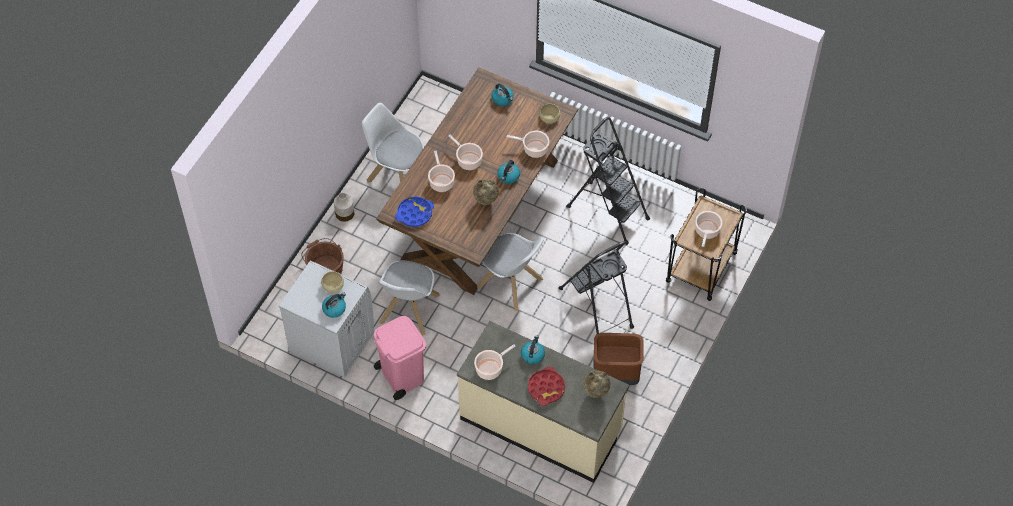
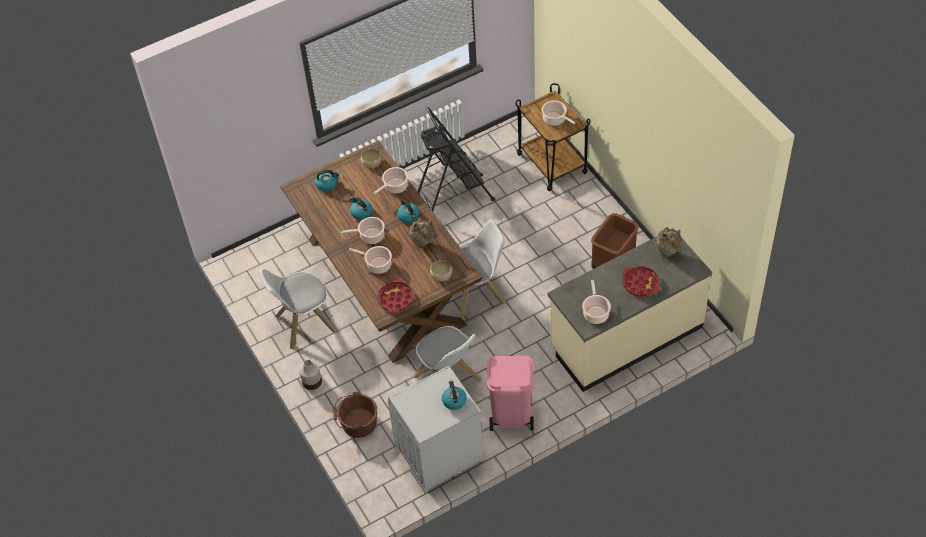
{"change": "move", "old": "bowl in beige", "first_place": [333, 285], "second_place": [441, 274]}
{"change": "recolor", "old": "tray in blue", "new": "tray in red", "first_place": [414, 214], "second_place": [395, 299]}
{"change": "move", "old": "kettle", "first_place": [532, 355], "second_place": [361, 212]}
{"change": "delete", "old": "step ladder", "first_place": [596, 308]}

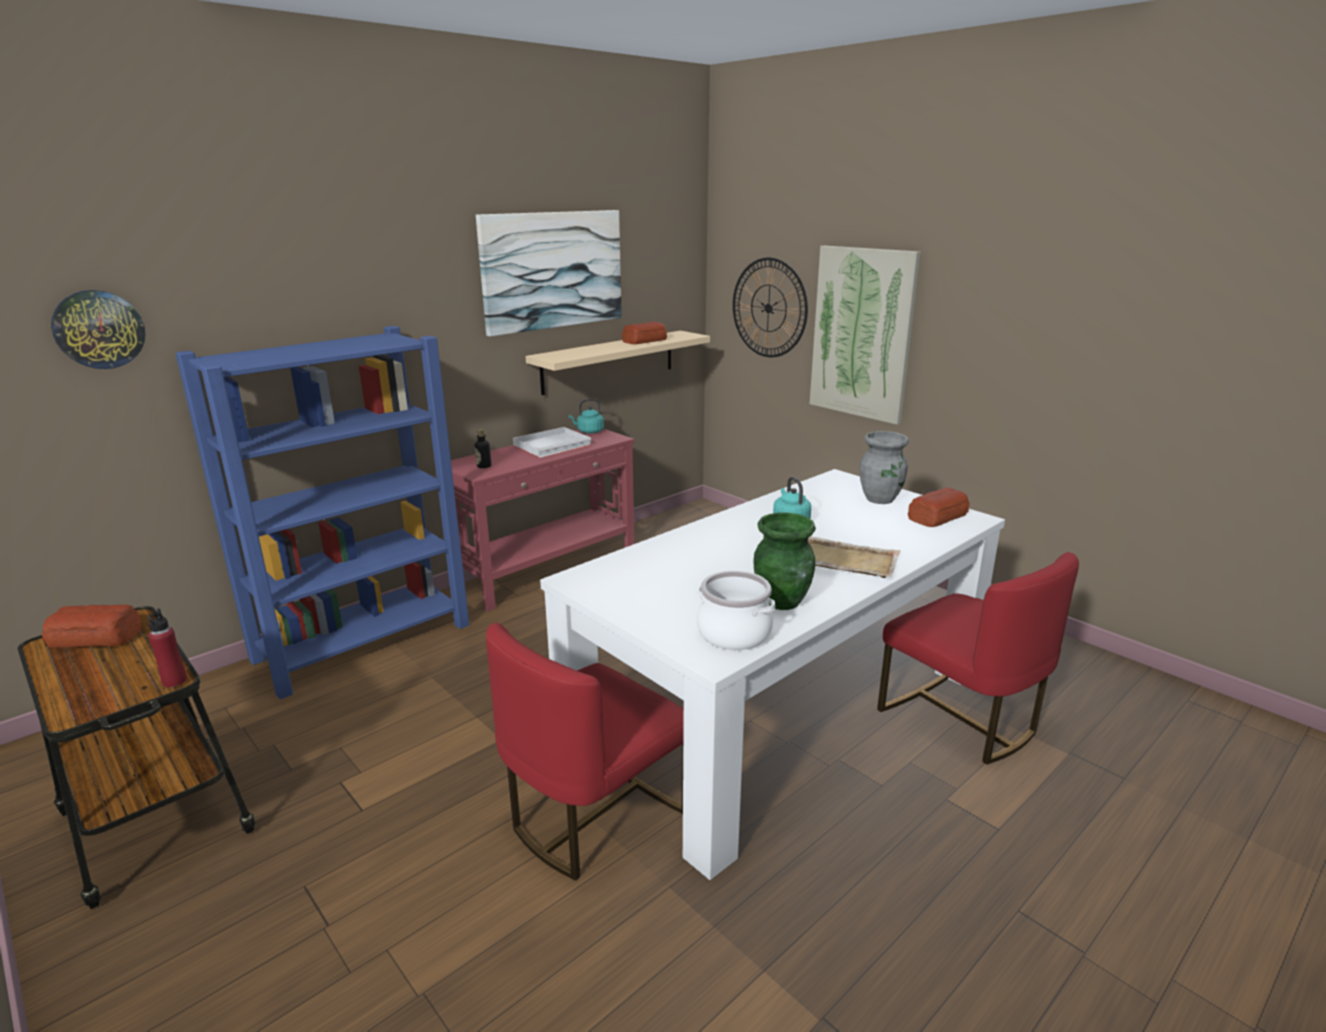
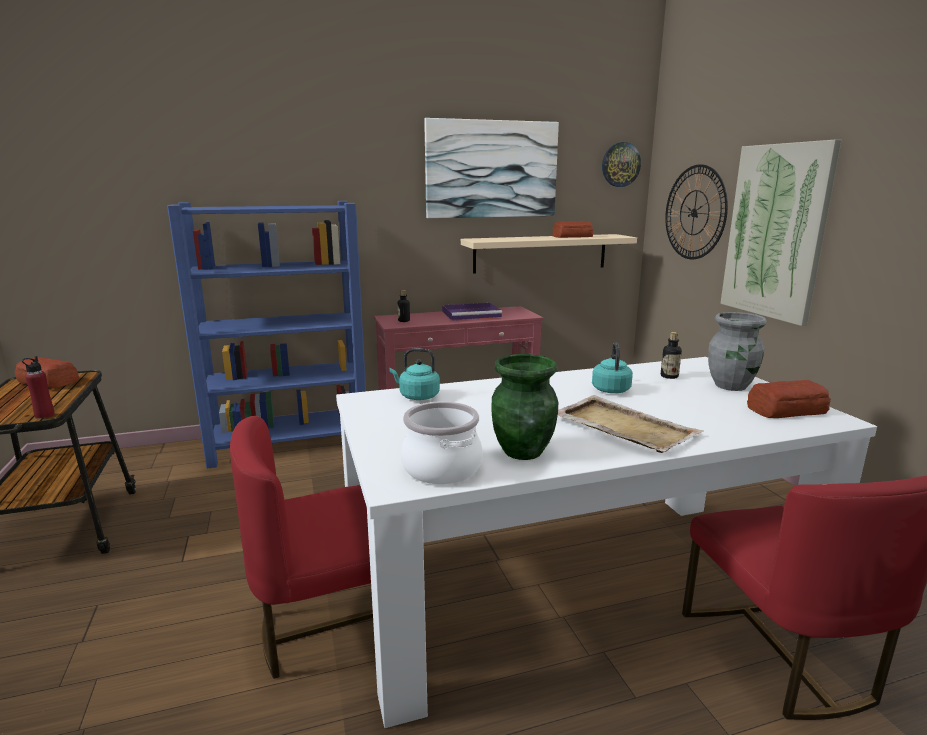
{"change": "move", "old": "wall clock", "first_place": [99, 329], "second_place": [620, 164]}
{"change": "recolor", "old": "tray in white", "new": "tray in purple", "first_place": [553, 445], "second_place": [472, 314]}
{"change": "move", "old": "kettle in turquoise", "first_place": [589, 431], "second_place": [417, 396]}
{"change": "insert", "new": "bottle", "second_place": [669, 376]}

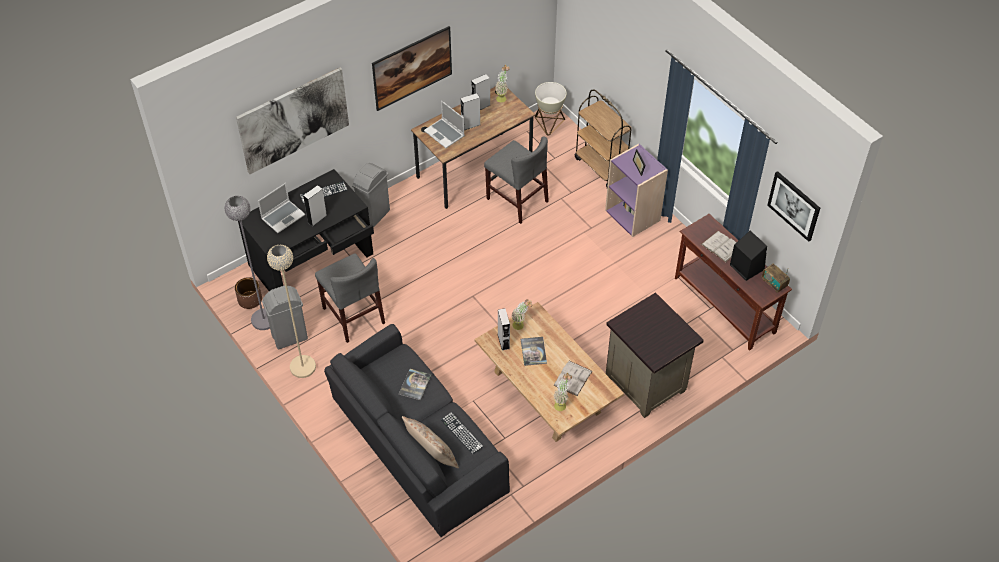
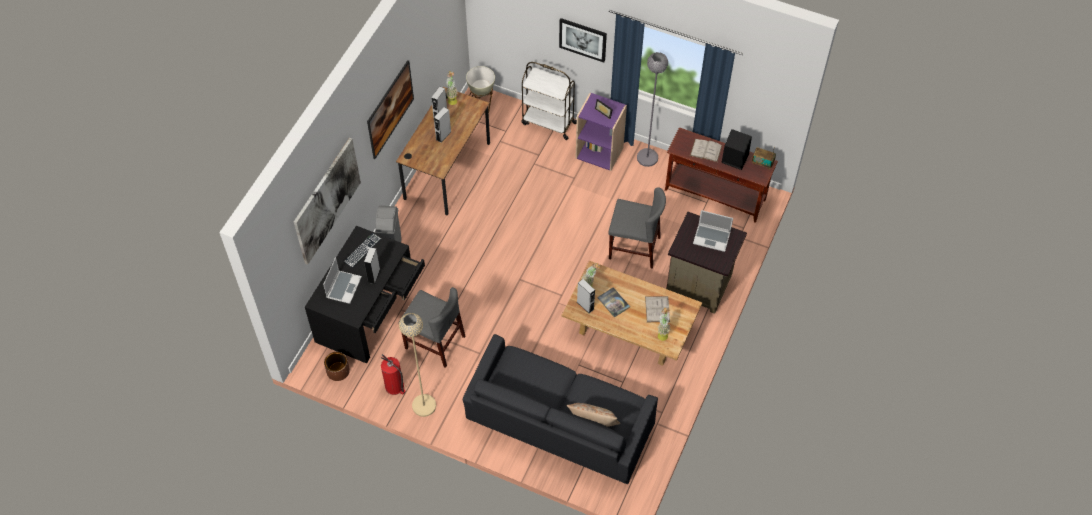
{"change": "move", "old": "floor lamp in grey", "first_place": [264, 320], "second_place": [647, 158]}
{"change": "replace", "old": "trash can in grey", "new": "fire extinguisher", "first_place": [289, 337], "second_place": [395, 387]}
{"change": "delete", "old": "book", "first_place": [415, 384]}
{"change": "move", "old": "laptop", "first_place": [445, 134], "second_place": [712, 238]}
{"change": "delete", "old": "keyboard", "first_place": [462, 433]}
{"change": "move", "old": "chair in grey", "first_place": [517, 200], "second_place": [634, 248]}
{"change": "recolor", "old": "cart in brown", "new": "cart in white", "first_place": [601, 168], "second_place": [548, 123]}
{"change": "move", "old": "picture", "first_place": [794, 205], "second_place": [583, 39]}

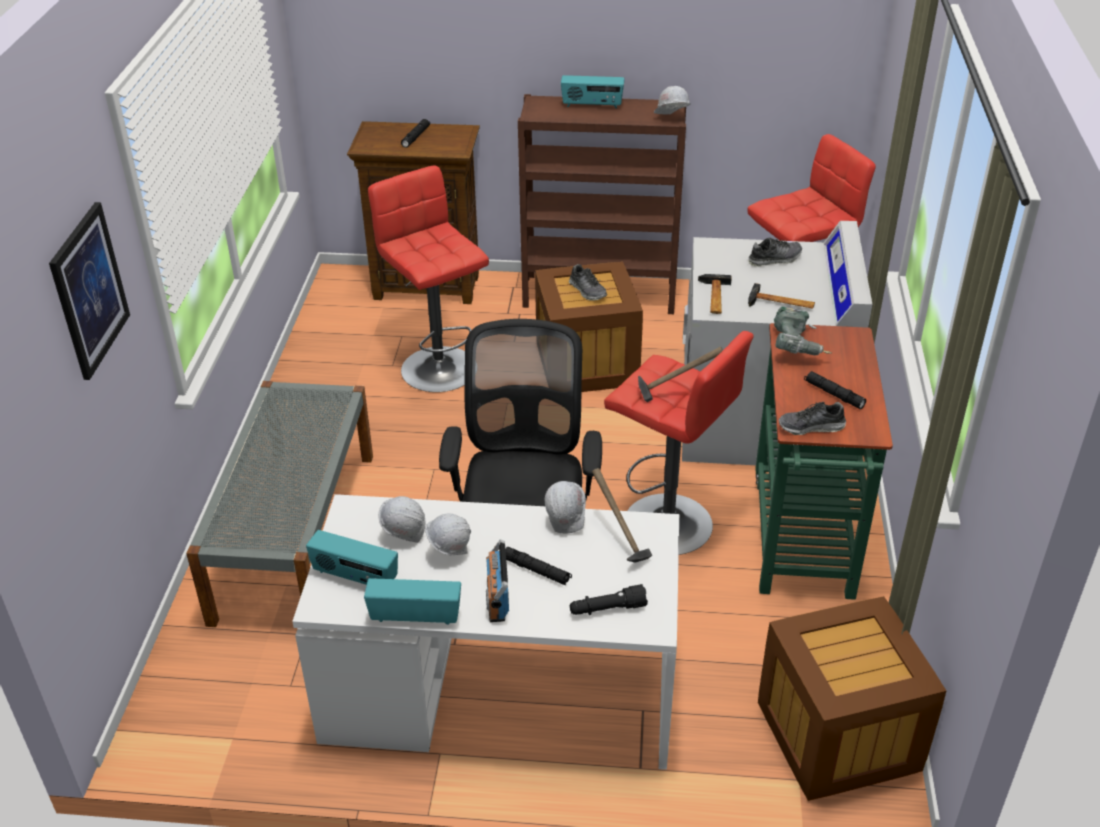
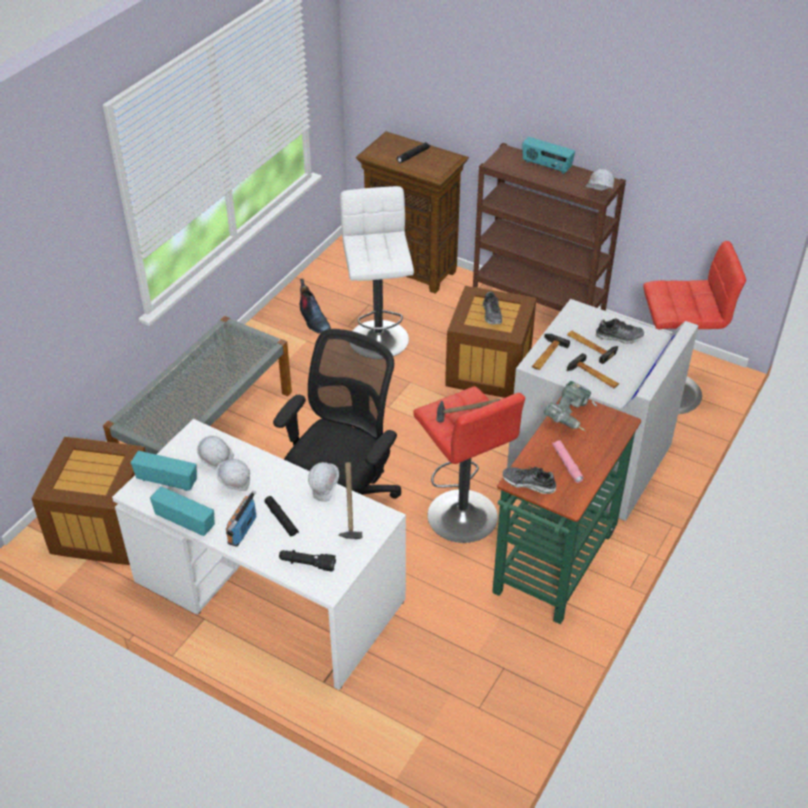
{"change": "delete", "old": "picture", "first_place": [89, 290]}
{"change": "rotate", "old": "radio", "first_place": [355, 577], "second_place": [167, 481], "degrees": 150}
{"change": "recolor", "old": "stool in red", "new": "stool in white", "first_place": [439, 368], "second_place": [379, 339]}
{"change": "move", "old": "crate", "first_place": [838, 736], "second_place": [104, 528]}
{"change": "recolor", "old": "flashlight in black", "new": "flashlight in pink", "first_place": [834, 394], "second_place": [567, 464]}
{"change": "insert", "new": "boot", "second_place": [313, 320]}
{"change": "insert", "new": "hammer", "second_place": [590, 346]}

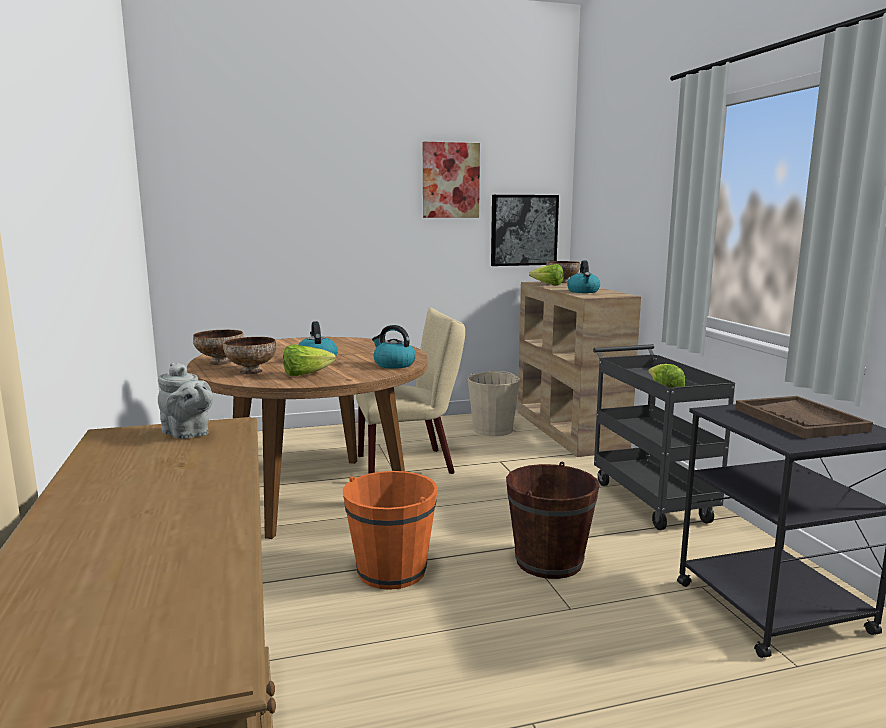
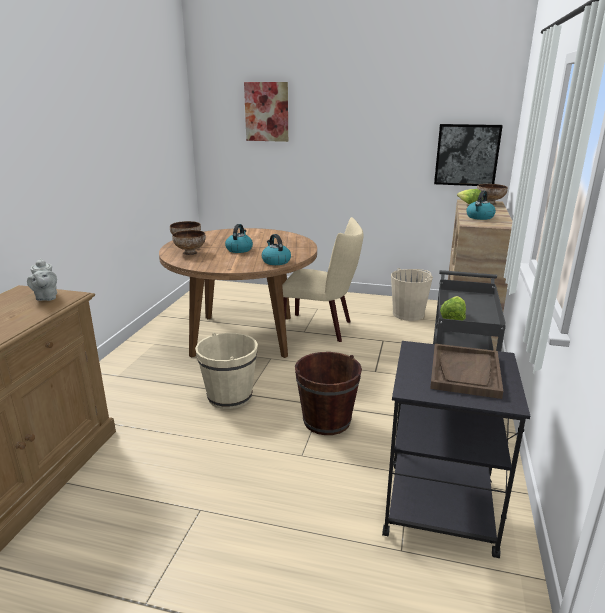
{"change": "delete", "old": "lettuce", "first_place": [306, 374]}
{"change": "recolor", "old": "bucket in orange", "new": "bucket in beige", "first_place": [391, 571], "second_place": [230, 396]}
{"change": "move", "old": "picture", "first_place": [450, 180], "second_place": [266, 112]}

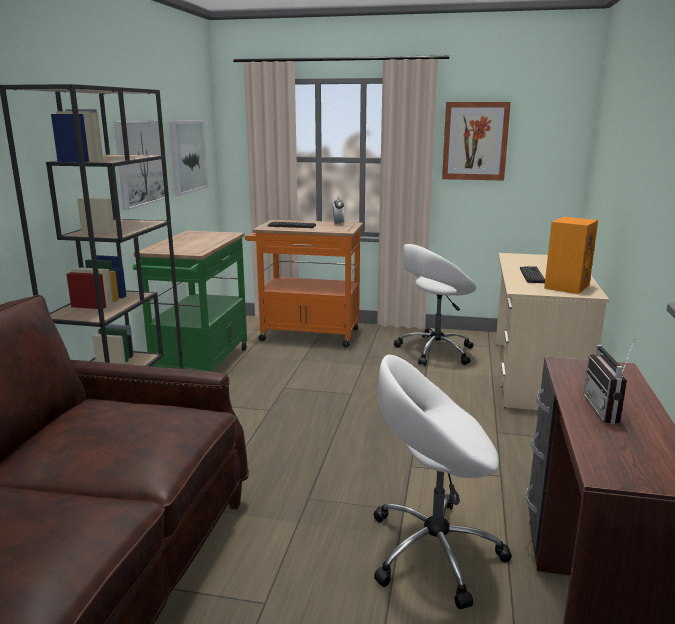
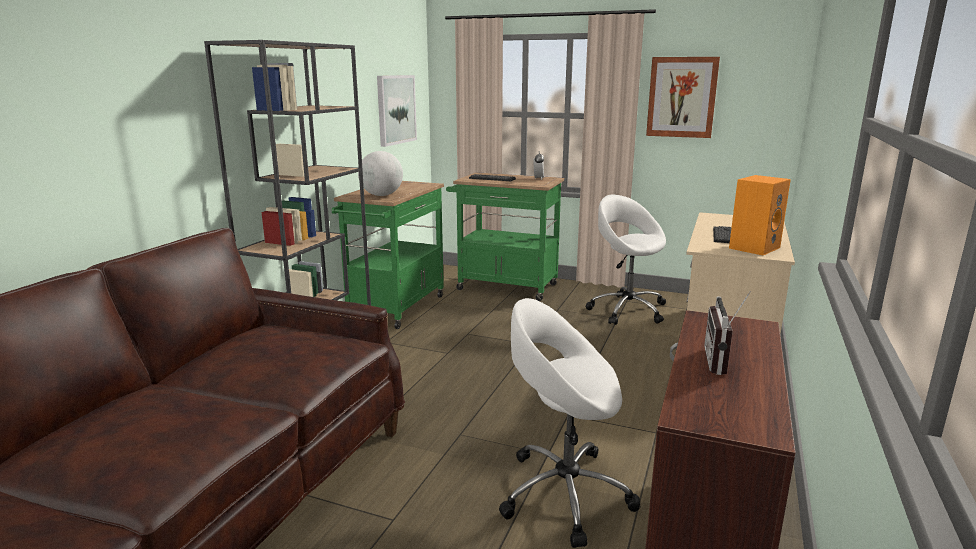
{"change": "delete", "old": "picture", "first_place": [140, 163]}
{"change": "recolor", "old": "cart in orange", "new": "cart in green", "first_place": [306, 335], "second_place": [504, 287]}
{"change": "rotate", "old": "office chair in white", "first_place": [433, 351], "second_place": [626, 310], "degrees": 60}
{"change": "insert", "new": "globe", "second_place": [381, 195]}

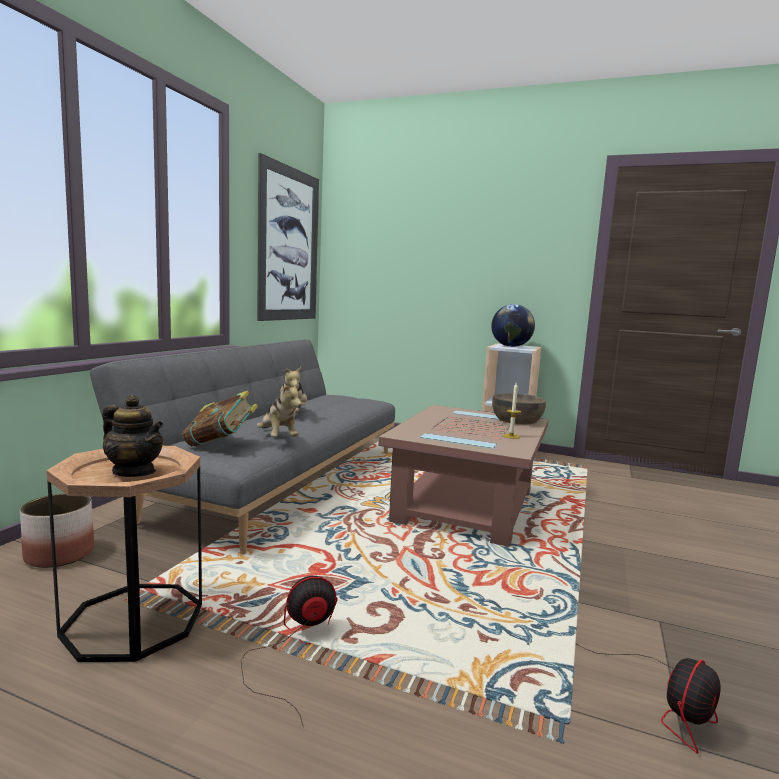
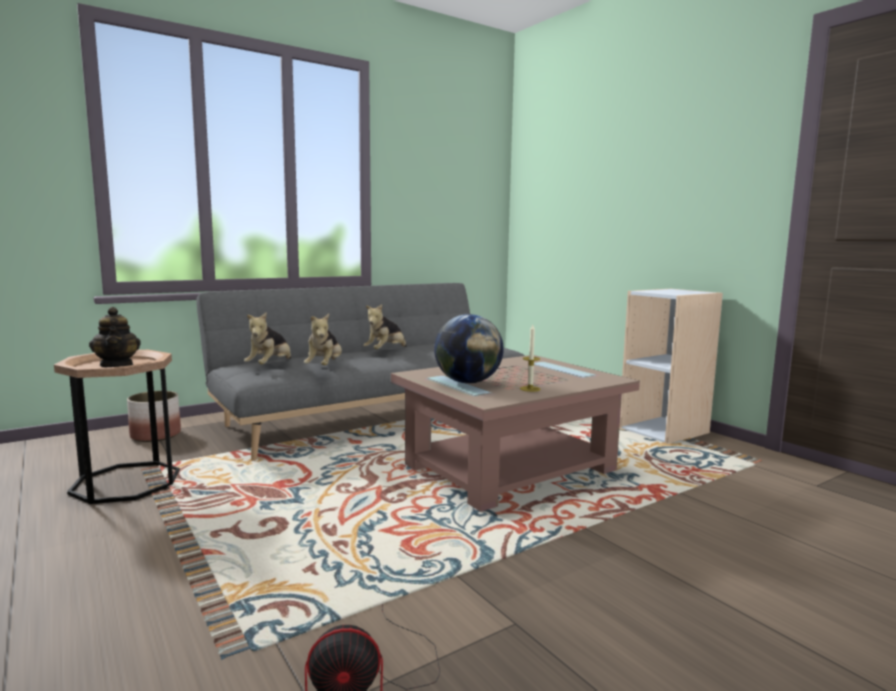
{"change": "replace", "old": "book", "new": "plush toy", "first_place": [220, 444], "second_place": [270, 366]}
{"change": "delete", "old": "fan", "first_place": [296, 647]}
{"change": "delete", "old": "picture", "first_place": [289, 245]}
{"change": "move", "old": "globe", "first_place": [510, 346], "second_place": [467, 382]}
{"change": "delete", "old": "bowl in brown", "first_place": [517, 419]}

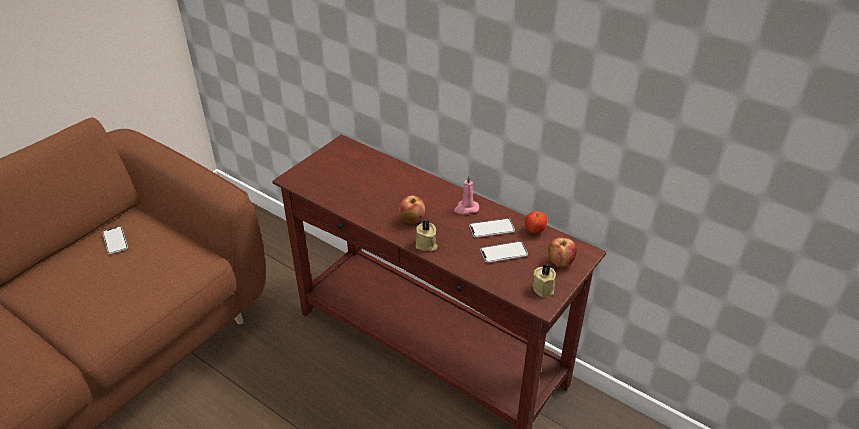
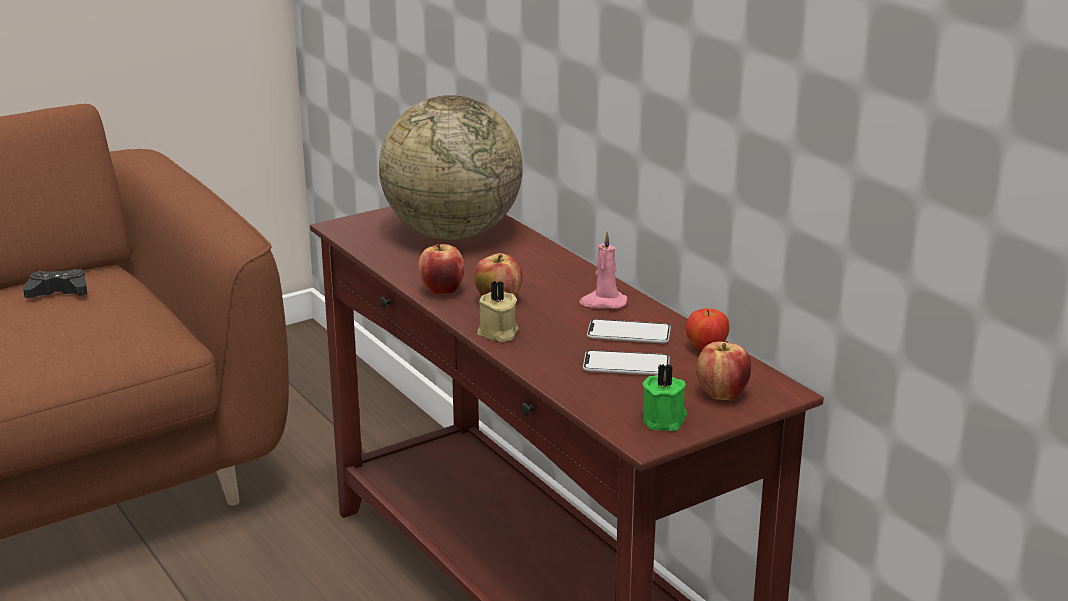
{"change": "replace", "old": "phone", "new": "game controller in black", "first_place": [115, 241], "second_place": [58, 292]}
{"change": "recolor", "old": "candle in beige", "new": "candle in green", "first_place": [544, 288], "second_place": [665, 420]}
{"change": "insert", "new": "globe", "second_place": [452, 233]}
{"change": "insert", "new": "apple", "second_place": [442, 291]}

